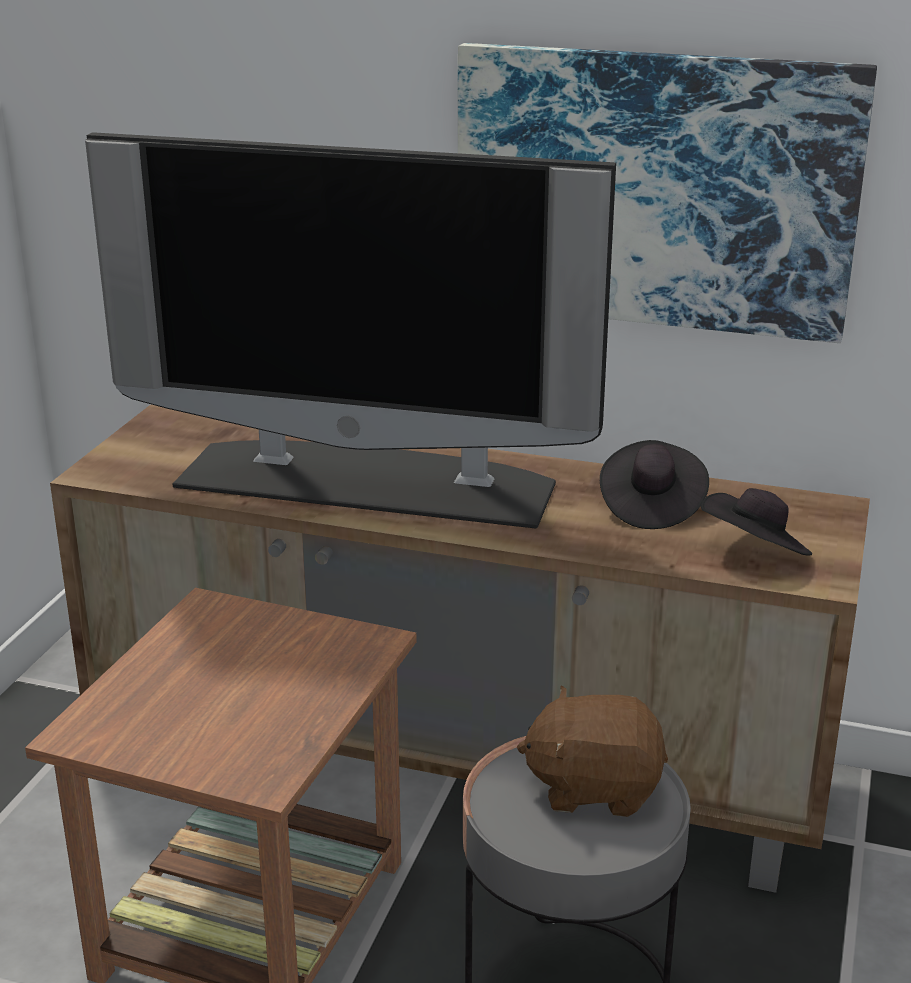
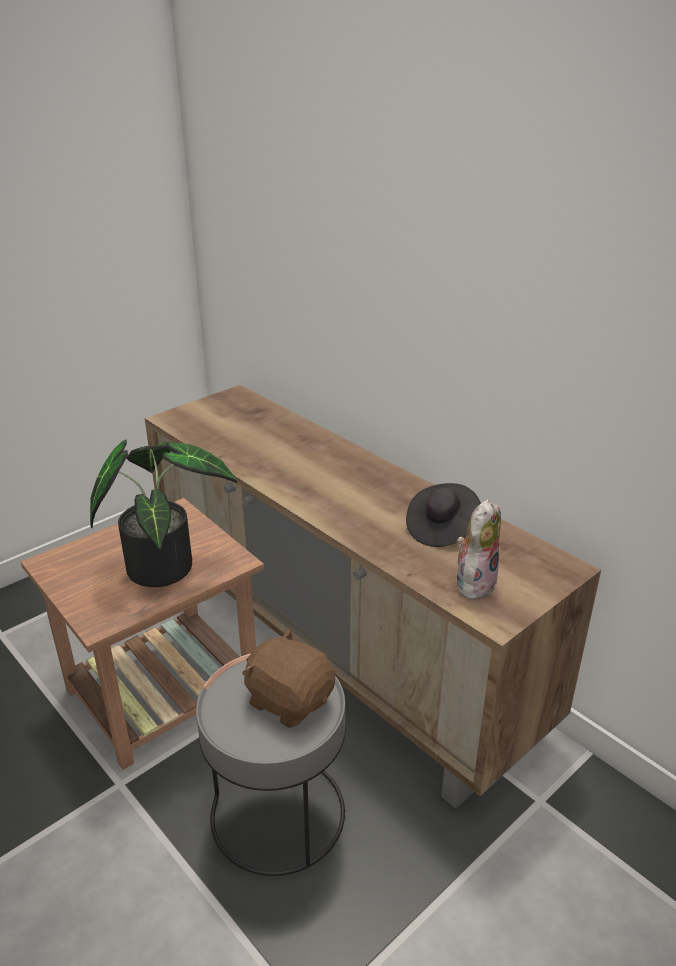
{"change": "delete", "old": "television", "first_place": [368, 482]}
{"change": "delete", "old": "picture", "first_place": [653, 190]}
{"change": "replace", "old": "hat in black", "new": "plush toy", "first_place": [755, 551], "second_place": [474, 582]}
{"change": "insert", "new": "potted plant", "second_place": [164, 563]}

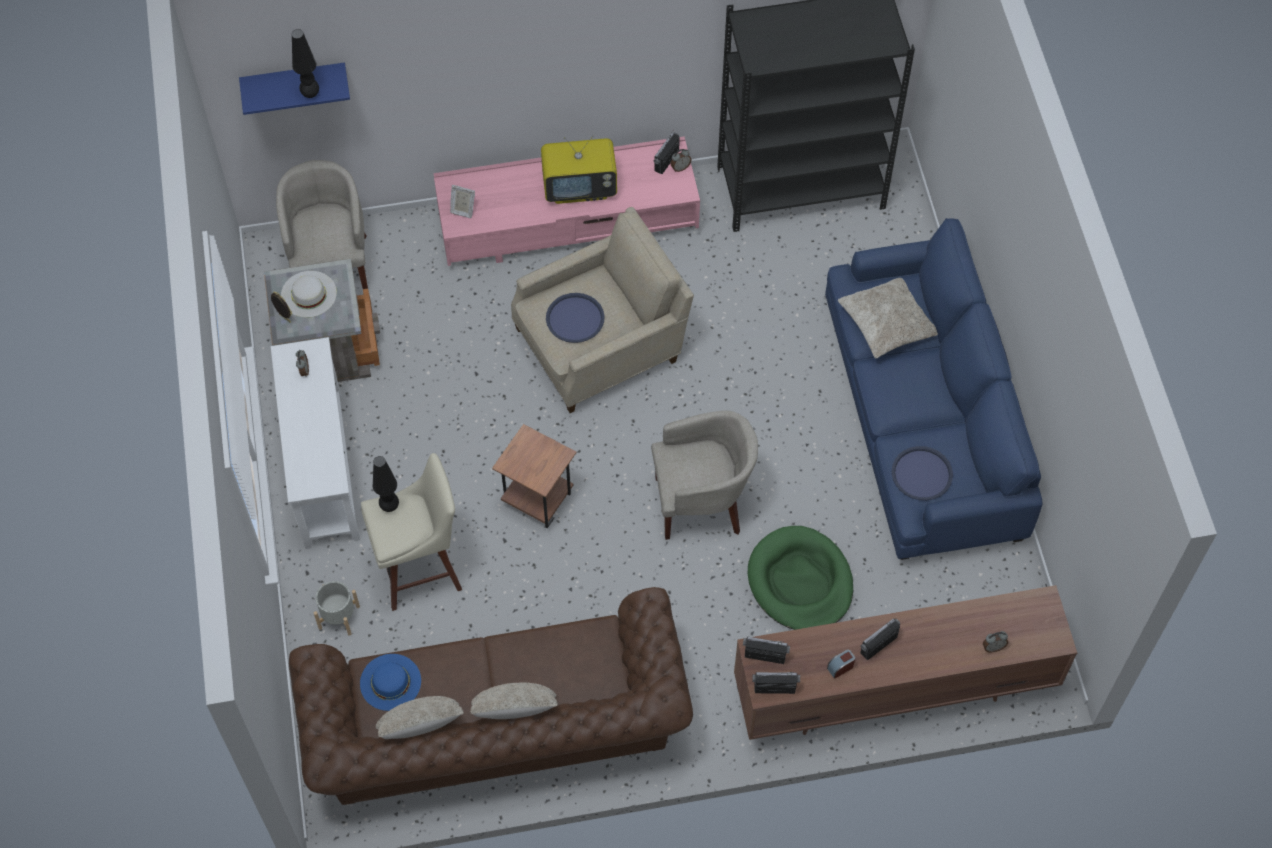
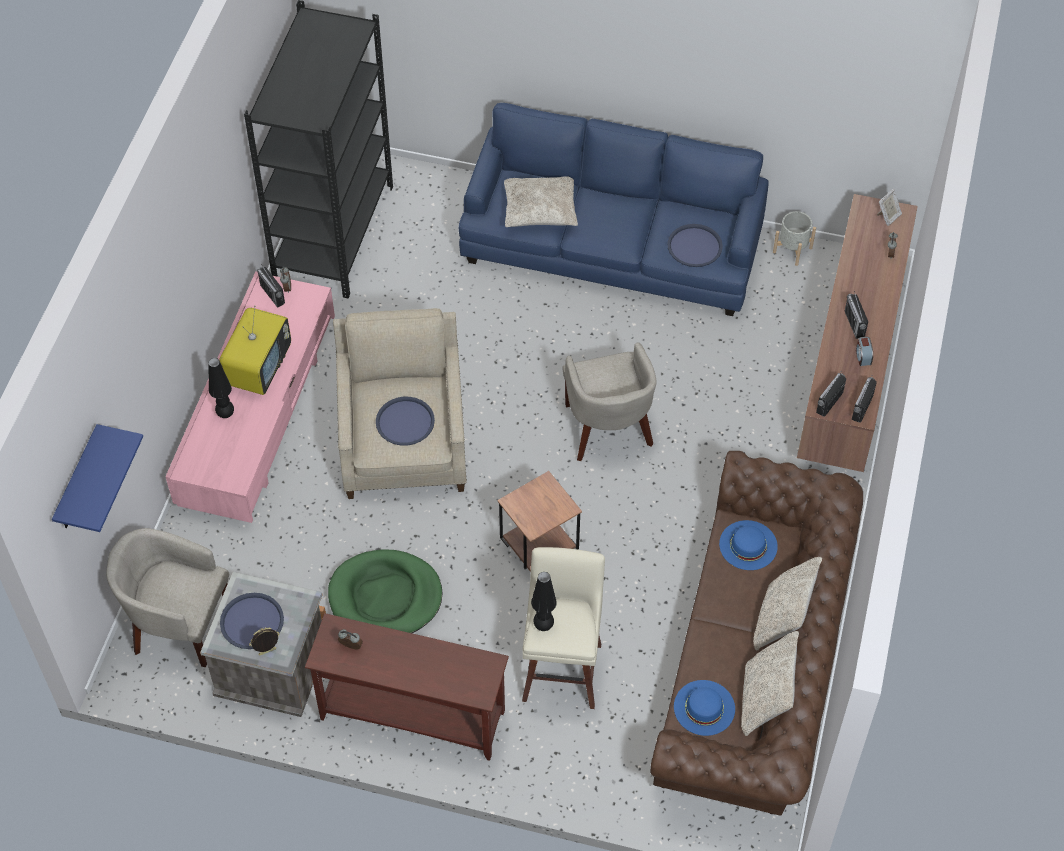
{"change": "recolor", "old": "console table in white", "new": "console table in brown", "first_place": [323, 470], "second_place": [411, 715]}
{"change": "replace", "old": "hat in white", "new": "tray in blue", "first_place": [308, 294], "second_place": [252, 621]}
{"change": "move", "old": "table lamp in black", "first_place": [310, 94], "second_place": [225, 414]}
{"change": "move", "old": "planter in grey", "first_place": [339, 617], "second_place": [792, 250]}
{"change": "move", "old": "picture frame", "first_place": [462, 209], "second_place": [888, 217]}
{"change": "rotate", "old": "armchair in beige", "first_place": [701, 502], "second_place": [607, 429], "degrees": 150}
{"change": "move", "old": "dog bed in green", "first_place": [800, 582], "second_place": [385, 597]}
{"change": "insert", "new": "hat in blue", "second_place": [748, 545]}

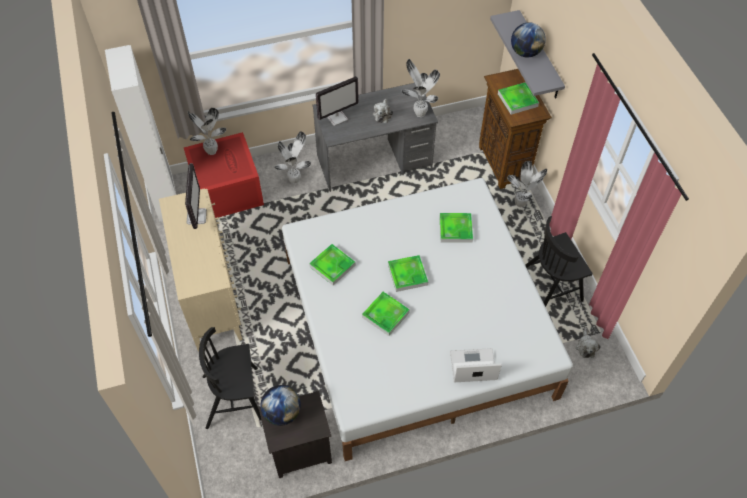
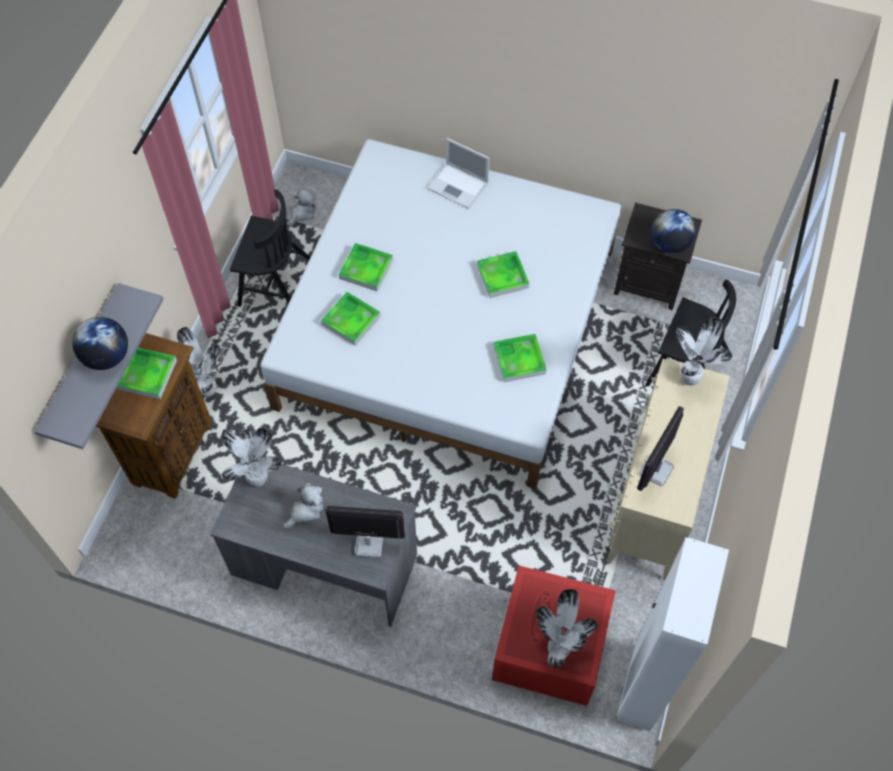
{"change": "move", "old": "potted plant", "first_place": [295, 180], "second_place": [687, 379]}
{"change": "move", "old": "tray", "first_place": [407, 275], "second_place": [366, 269]}

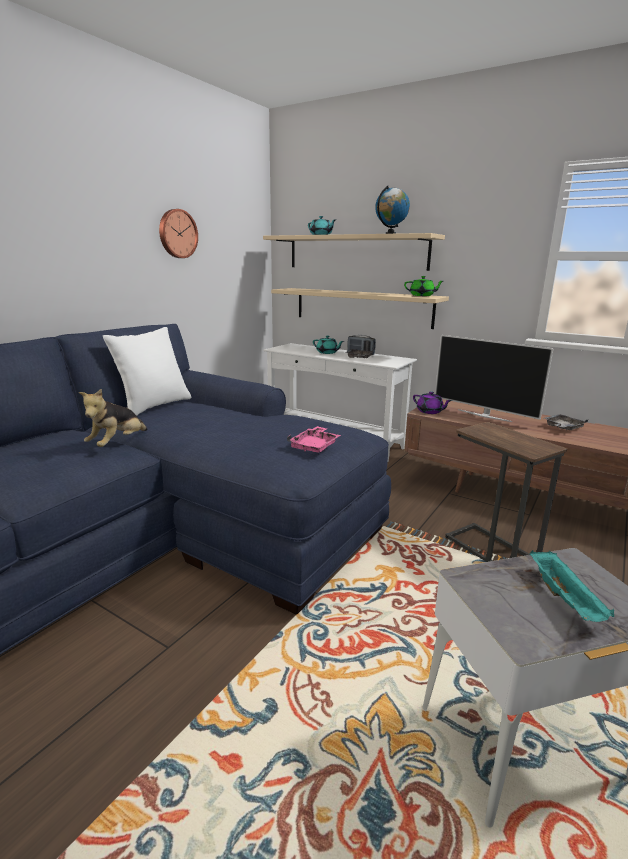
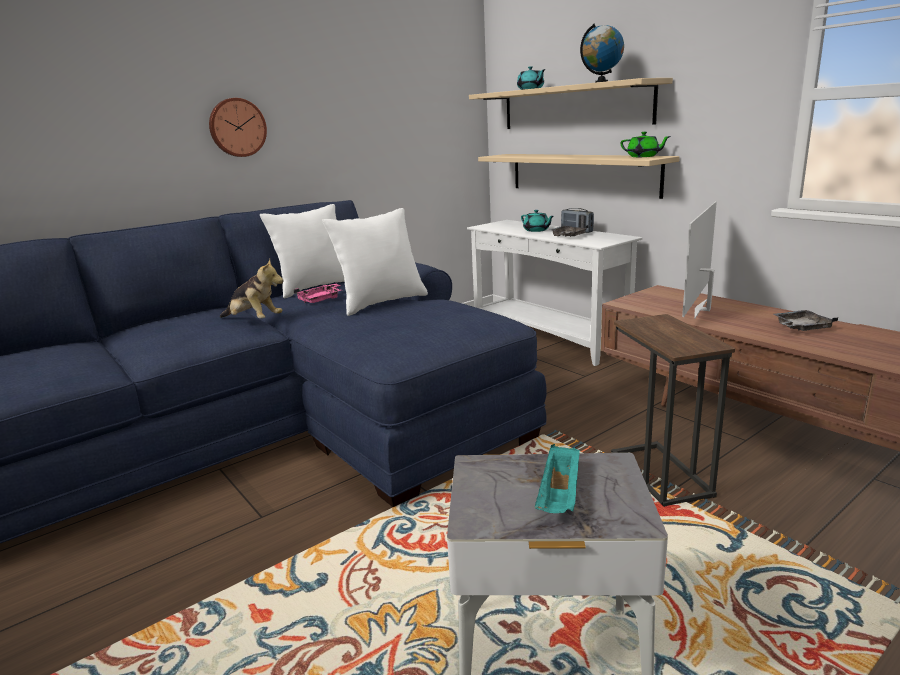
{"change": "rotate", "old": "plush toy", "first_place": [117, 443], "second_place": [254, 320], "degrees": -105}
{"change": "move", "old": "wall clock", "first_place": [177, 234], "second_place": [237, 127]}
{"change": "move", "old": "tray in pink", "first_place": [315, 446], "second_place": [321, 299]}
{"change": "delete", "old": "teapot in purple", "first_place": [430, 411]}
{"change": "rotate", "old": "television", "first_place": [484, 415], "second_place": [702, 309], "degrees": 60}
{"change": "insert", "new": "pillow in white", "second_place": [381, 302]}

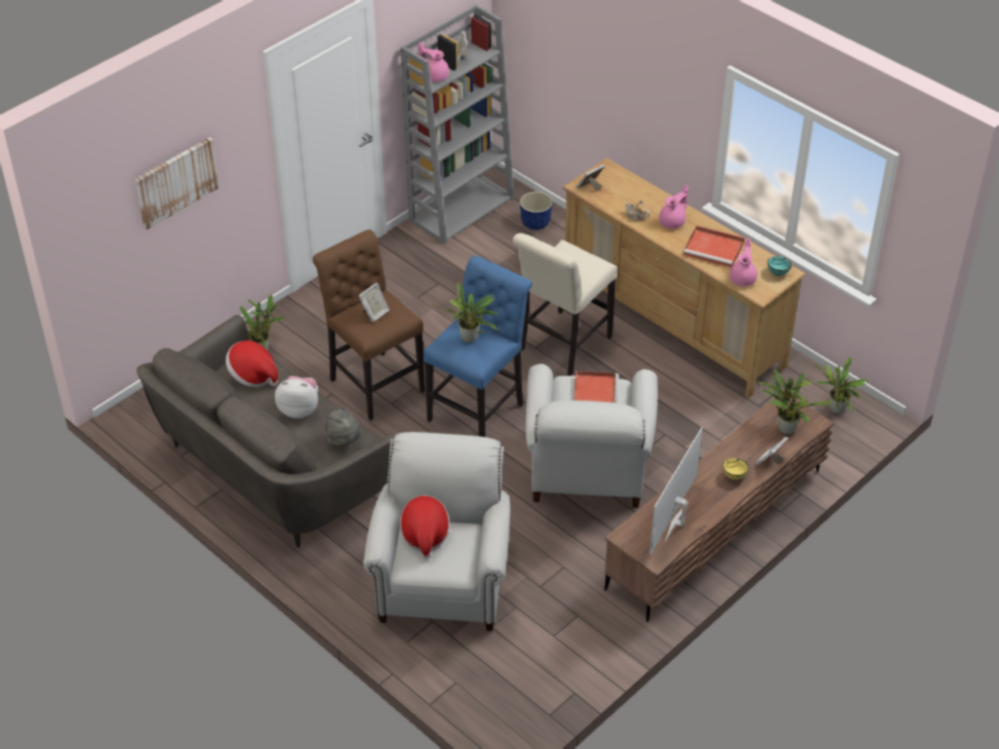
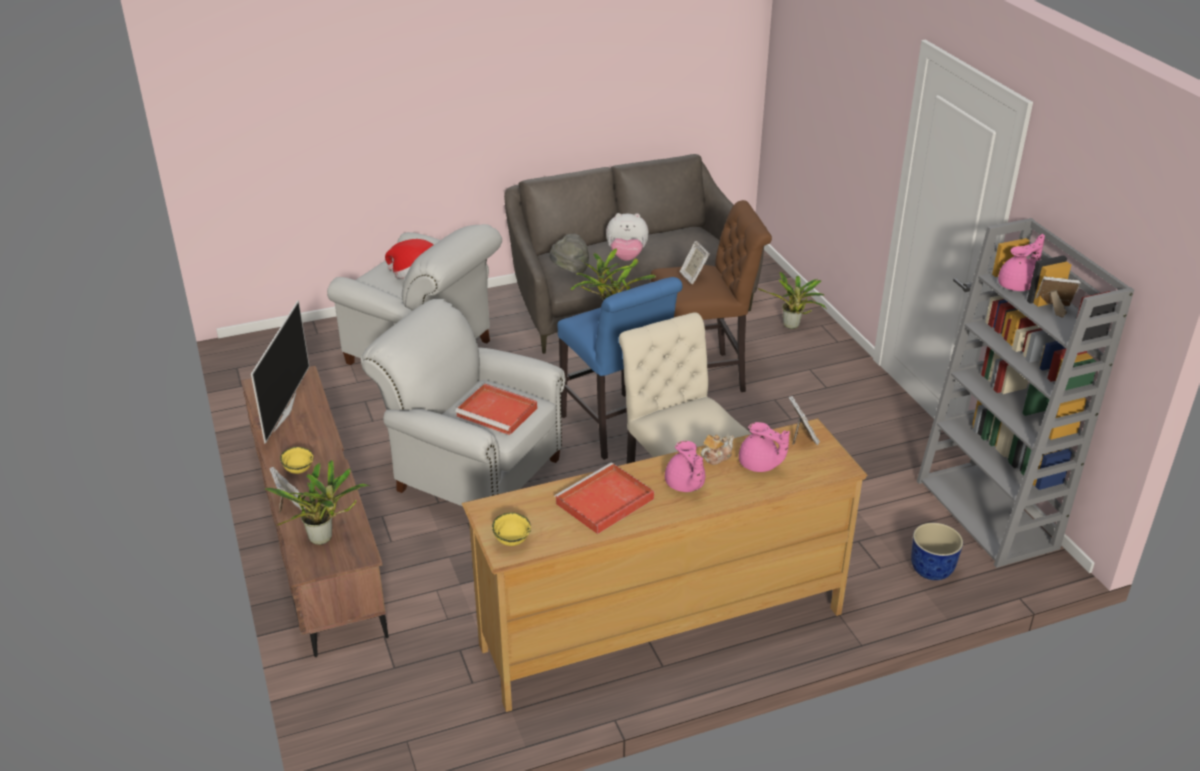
{"change": "delete", "old": "picture", "first_place": [176, 182]}
{"change": "delete", "old": "hat", "first_place": [253, 375]}
{"change": "rotate", "old": "plush toy", "first_place": [299, 409], "second_place": [626, 257], "degrees": 60}
{"change": "rotate", "old": "television", "first_place": [677, 522], "second_place": [283, 412], "degrees": 45}
{"change": "move", "old": "teapot in pink", "first_place": [743, 278], "second_place": [760, 465]}
{"change": "recolor", "old": "bowl in turquoise", "new": "bowl in yellow", "first_place": [777, 273], "second_place": [512, 541]}
{"change": "delete", "old": "potted plant", "first_place": [836, 411]}

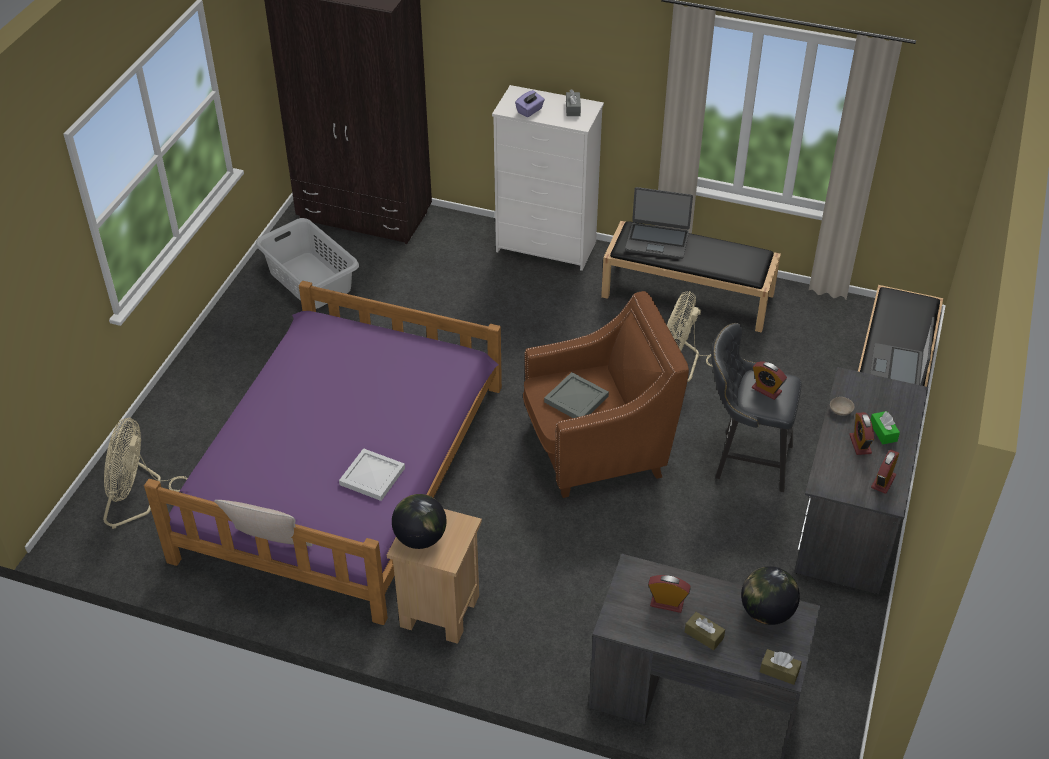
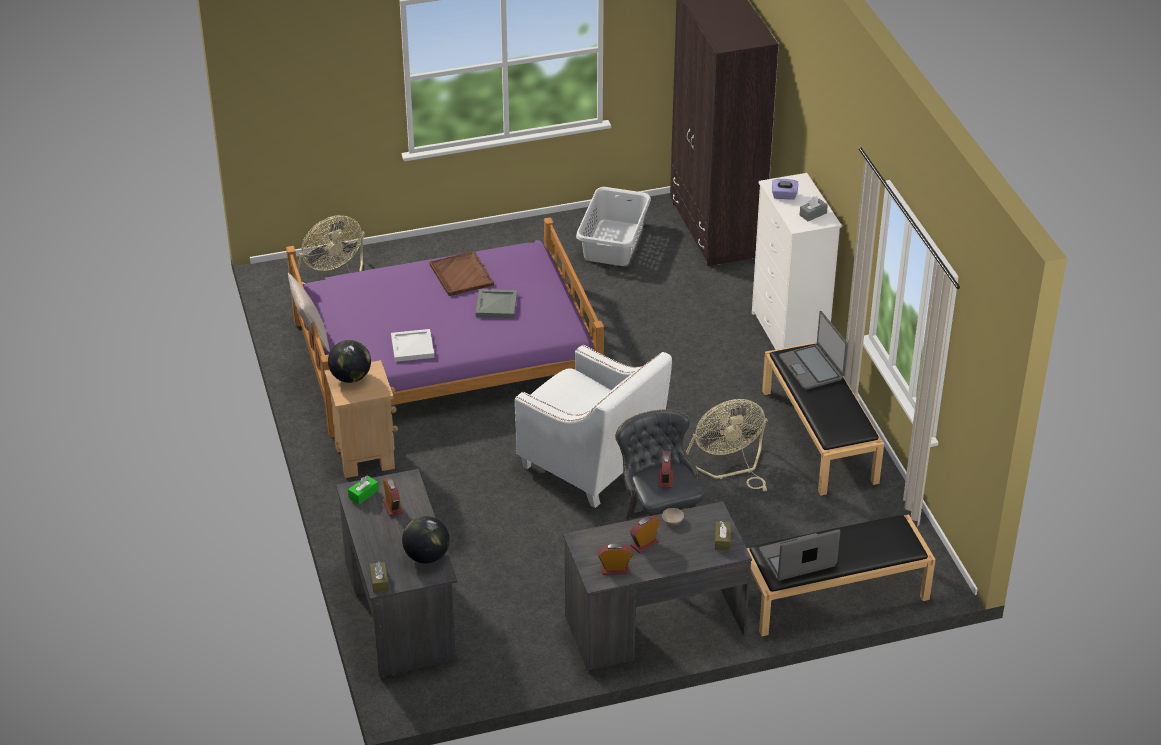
{"change": "recolor", "old": "armchair in brown", "new": "armchair in white", "first_place": [597, 448], "second_place": [591, 462]}
{"change": "move", "old": "tray in grey", "first_place": [576, 400], "second_place": [495, 306]}
{"change": "move", "old": "tissue box in brown", "first_place": [704, 635], "second_place": [722, 540]}
{"change": "move", "old": "tissue box in green", "first_place": [883, 432], "second_place": [363, 494]}
{"change": "insert", "new": "tray in brown", "second_place": [461, 275]}

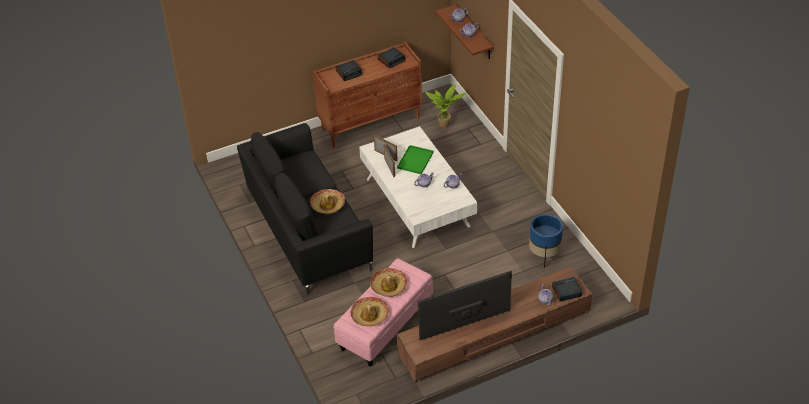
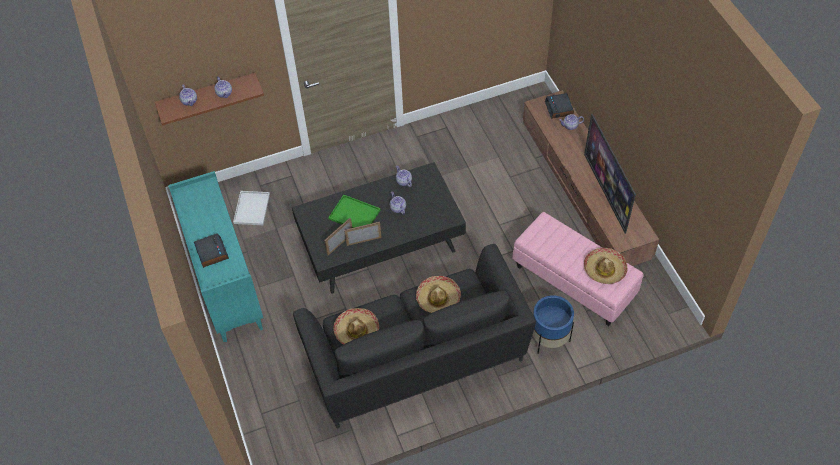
{"change": "recolor", "old": "cabinet in brown", "new": "cabinet in turquoise", "first_place": [371, 124], "second_place": [227, 285]}
{"change": "recolor", "old": "coffee table in white", "new": "coffee table in black", "first_place": [418, 202], "second_place": [380, 242]}
{"change": "move", "old": "hat", "first_place": [388, 286], "second_place": [356, 331]}
{"change": "delete", "old": "alarm clock", "first_place": [391, 60]}
{"change": "replace", "old": "potted plant", "new": "tray in white", "first_place": [444, 126], "second_place": [251, 208]}
{"change": "move", "old": "planter in blue", "first_place": [544, 255], "second_place": [549, 339]}

